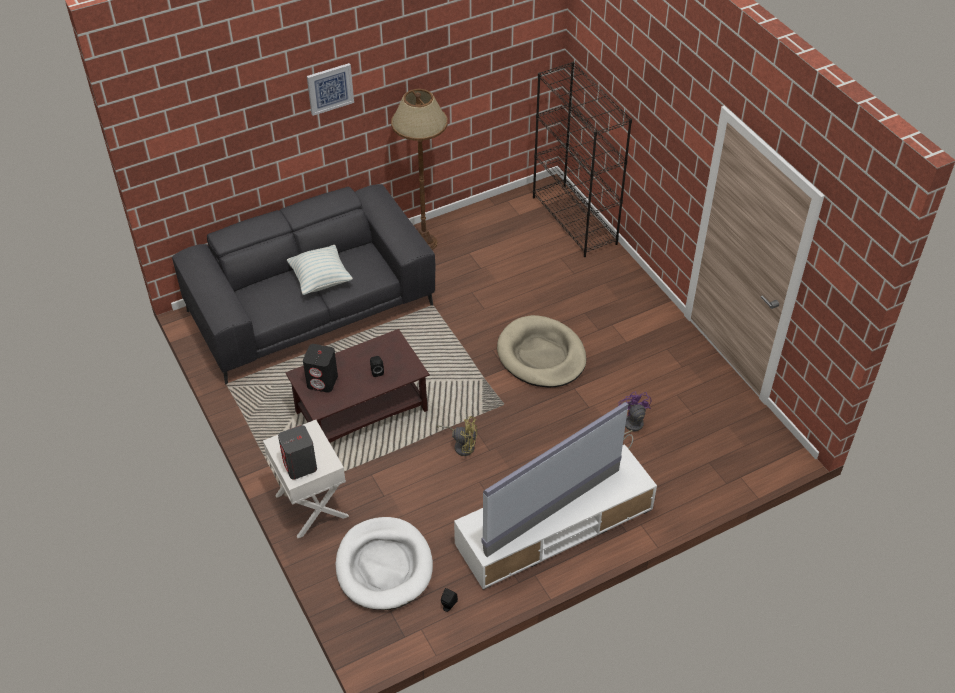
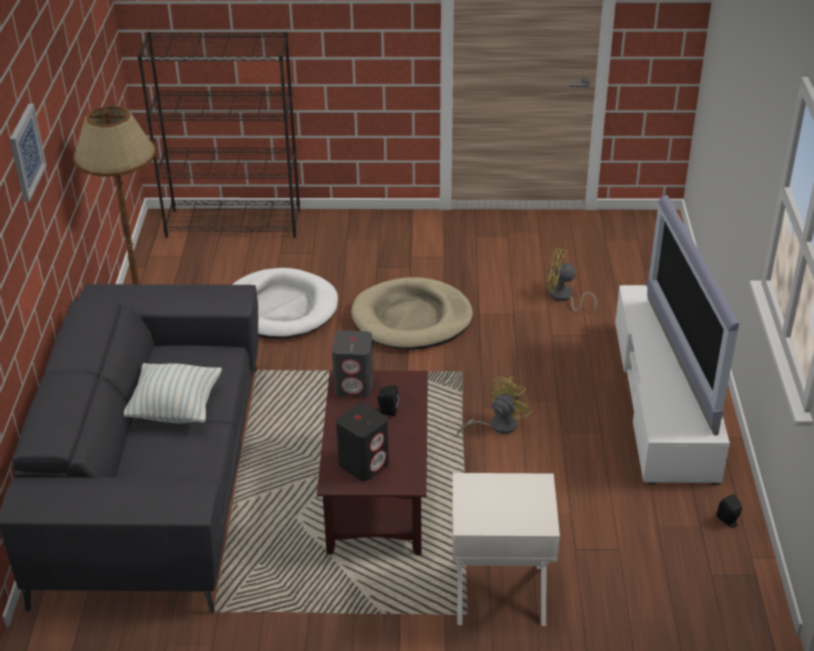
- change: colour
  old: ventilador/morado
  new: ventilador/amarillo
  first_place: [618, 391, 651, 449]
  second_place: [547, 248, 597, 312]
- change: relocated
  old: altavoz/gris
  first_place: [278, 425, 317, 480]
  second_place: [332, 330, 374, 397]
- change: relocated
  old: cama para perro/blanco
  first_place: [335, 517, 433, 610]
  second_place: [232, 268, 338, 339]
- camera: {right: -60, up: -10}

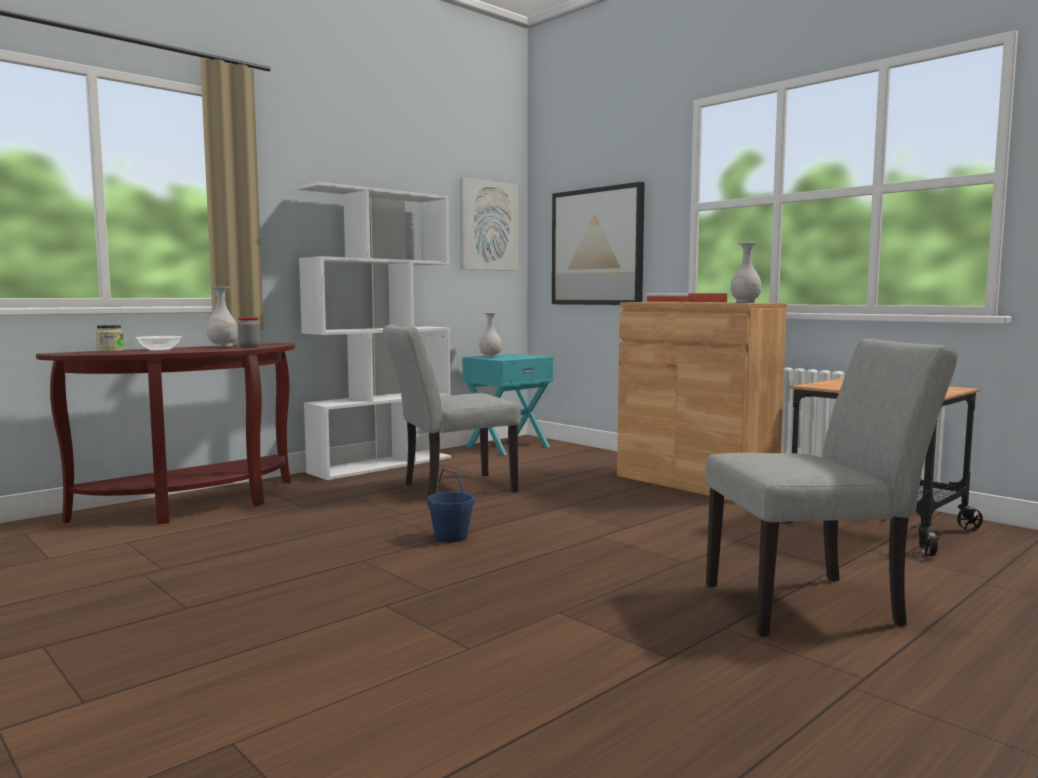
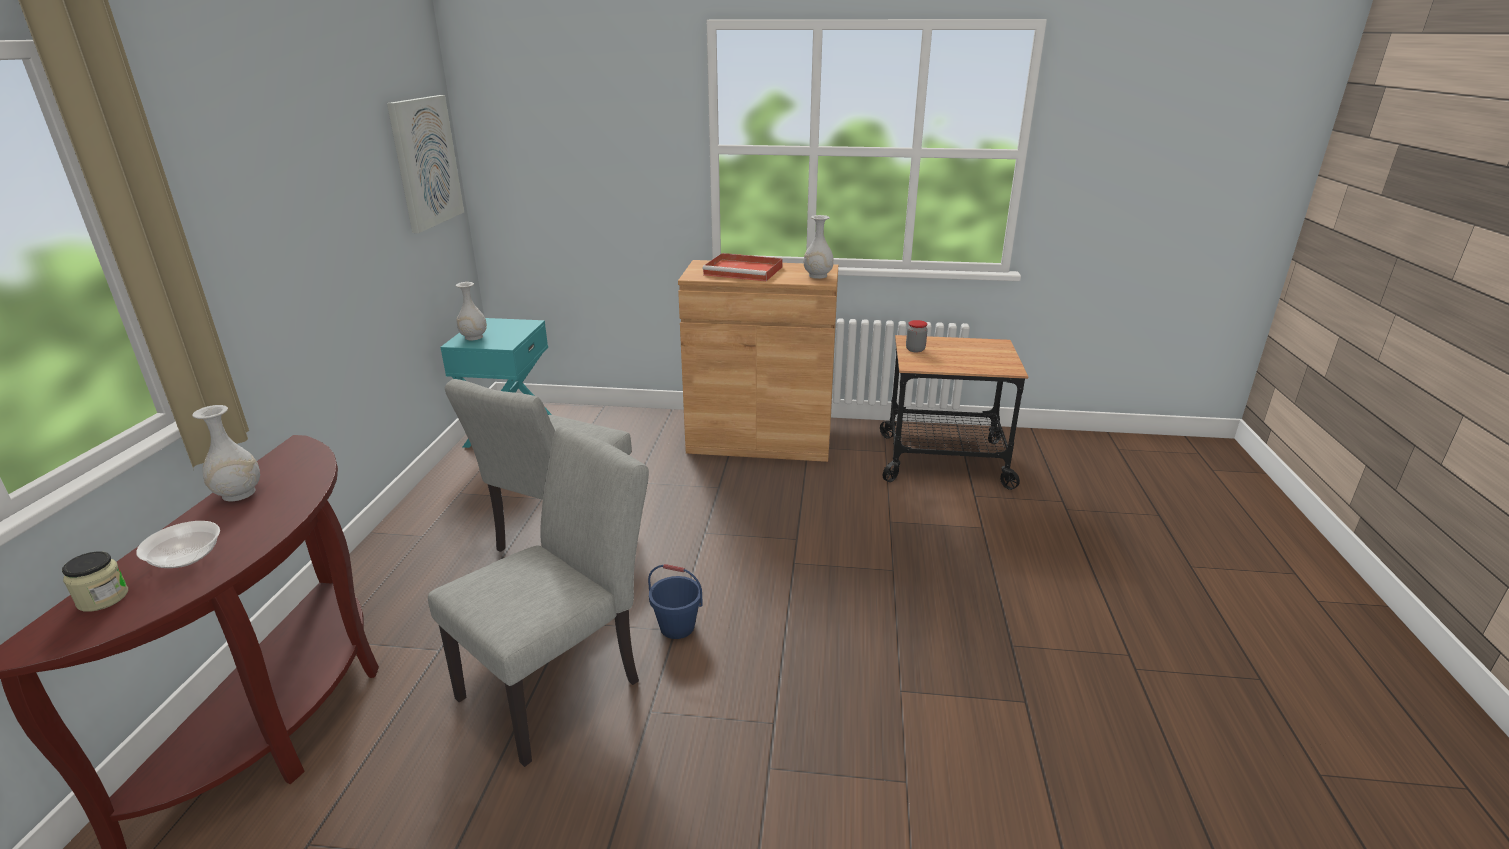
- change: missing
  old: estantería/blanco
  first_place: [297, 182, 451, 480]
- change: missing
  old: cuadro
  first_place: [552, 182, 645, 305]
- change: relocated
  old: tarro
  first_place: [238, 317, 260, 348]
  second_place: [906, 320, 928, 352]
- change: relocated
  old: silla/gris
  first_place: [705, 339, 958, 637]
  second_place: [428, 425, 649, 767]
- camera: {right: -40, up: 20}

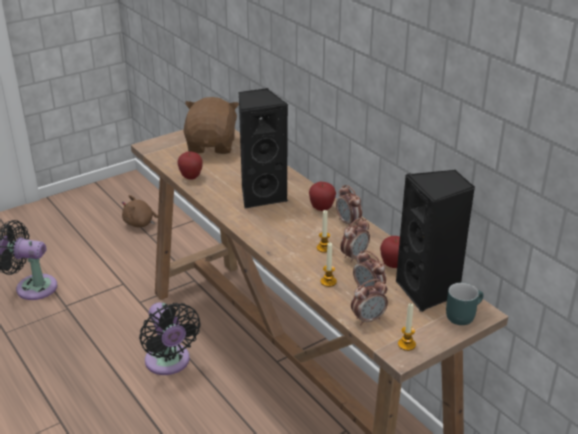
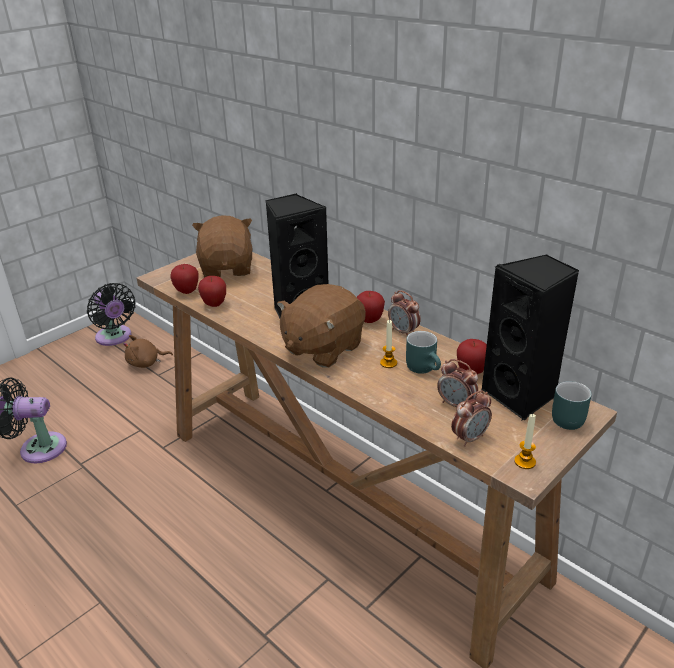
- change: exchanged
  old: despertador
  new: taza grande/turquesa
  first_place: [340, 218, 370, 262]
  second_place: [406, 331, 441, 374]
- change: missing
  old: vela
  first_place: [320, 242, 337, 287]
- change: relocated
  old: ventilador/negro
  first_place: [139, 302, 200, 375]
  second_place: [87, 283, 136, 346]
- change: appeared
  new: manzana
  second_place: [170, 264, 199, 294]
- change: appeared
  new: peluche/marrón
  second_place: [277, 284, 366, 368]
- camera: {right: -10, up: 0}

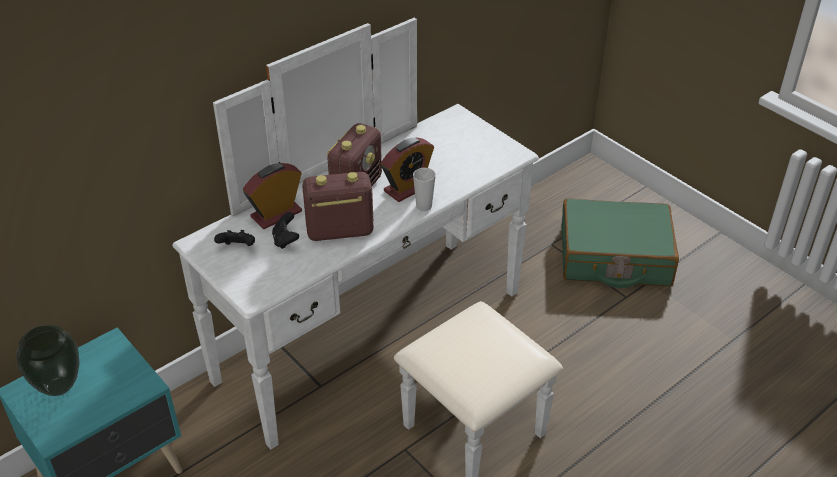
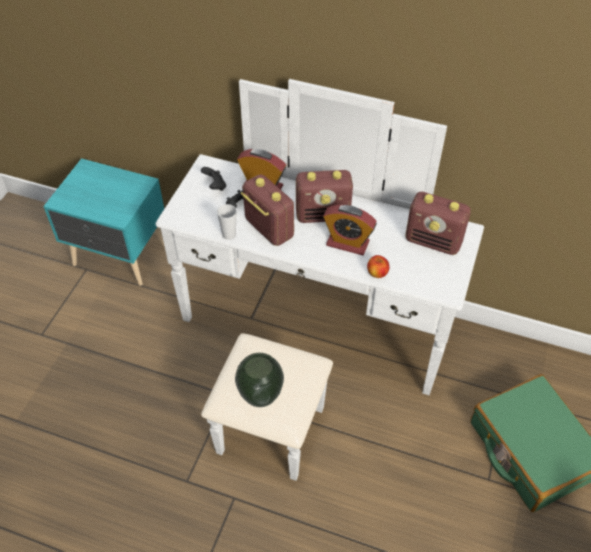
- change: relocated
  old: taza
  first_place: [413, 168, 436, 211]
  second_place: [217, 204, 236, 240]
- change: relocated
  old: florero
  first_place: [16, 325, 80, 396]
  second_place: [235, 353, 284, 407]
- change: appeared
  new: radio
  second_place: [405, 192, 471, 255]
- change: appeared
  new: manzana
  second_place: [367, 255, 390, 278]
- camera: {right: 60, up: 10}

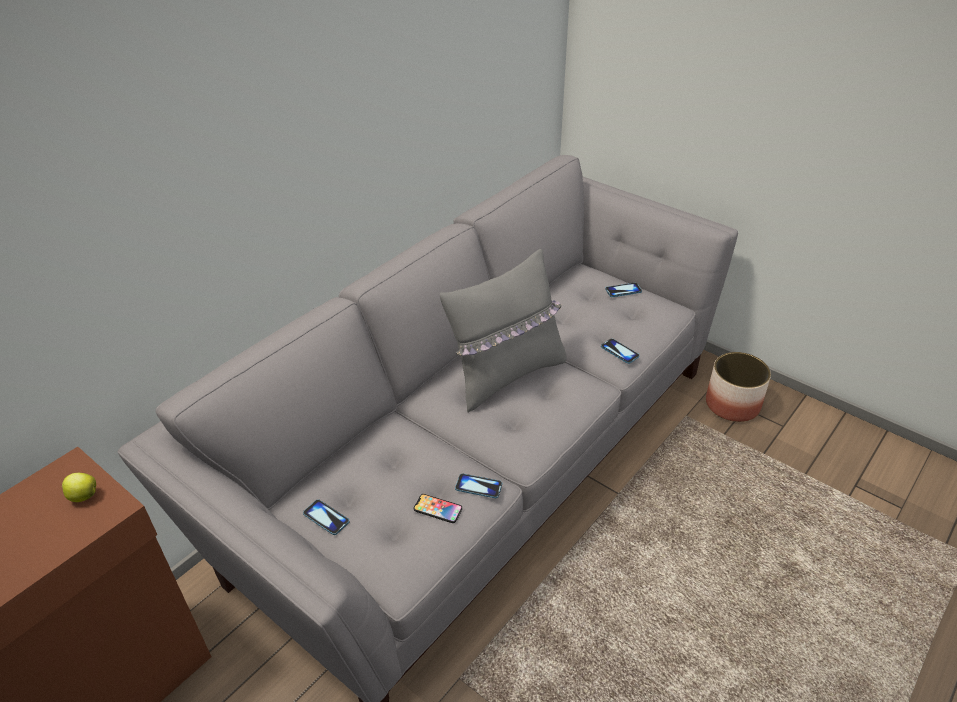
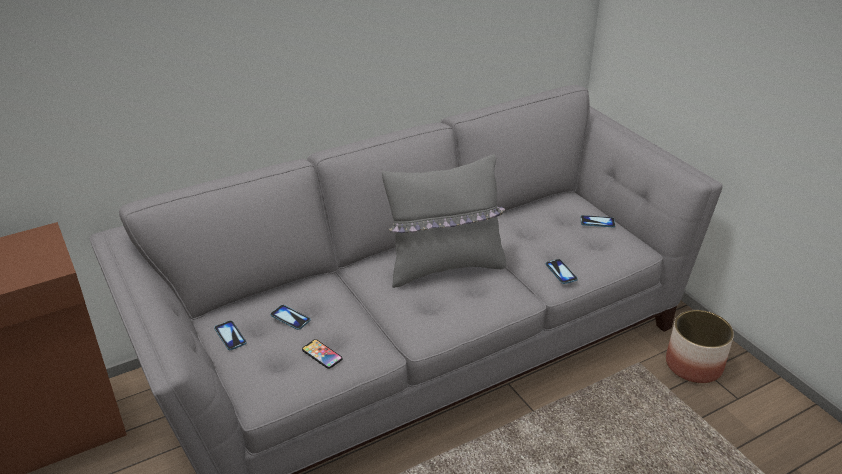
- change: missing
  old: manzana
  first_place: [62, 473, 96, 502]
- change: relocated
  old: móvil
  first_place: [455, 474, 502, 498]
  second_place: [270, 305, 310, 330]
- camera: {right: 20, up: -5}

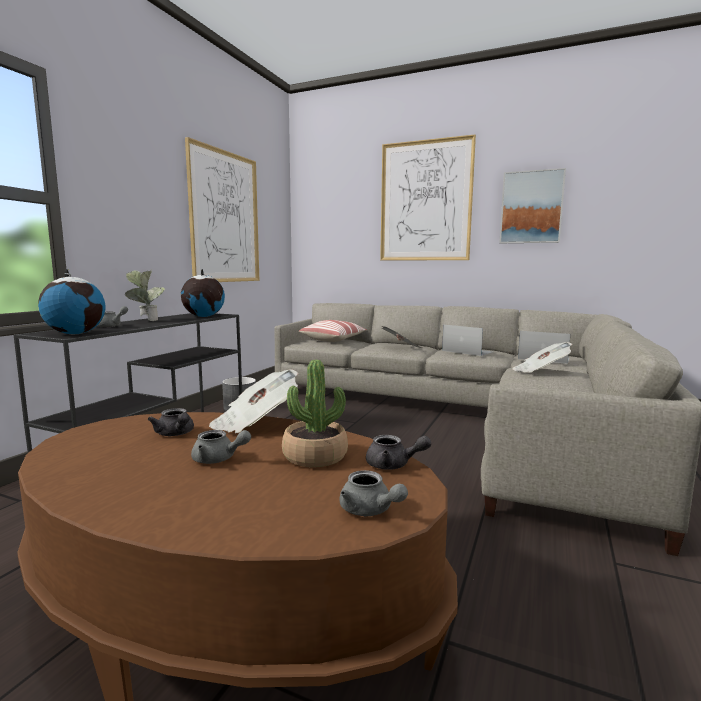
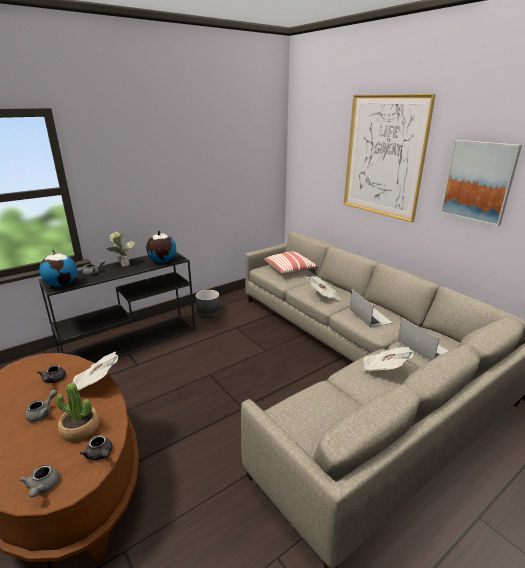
- change: missing
  old: cuadro
  first_place: [185, 137, 259, 282]
- change: spun
  old: tetera/gris
  first_place: [191, 430, 251, 464]
  second_place: [25, 389, 57, 422]
  degrees: -105
- camera: {right: 30, up: 15}

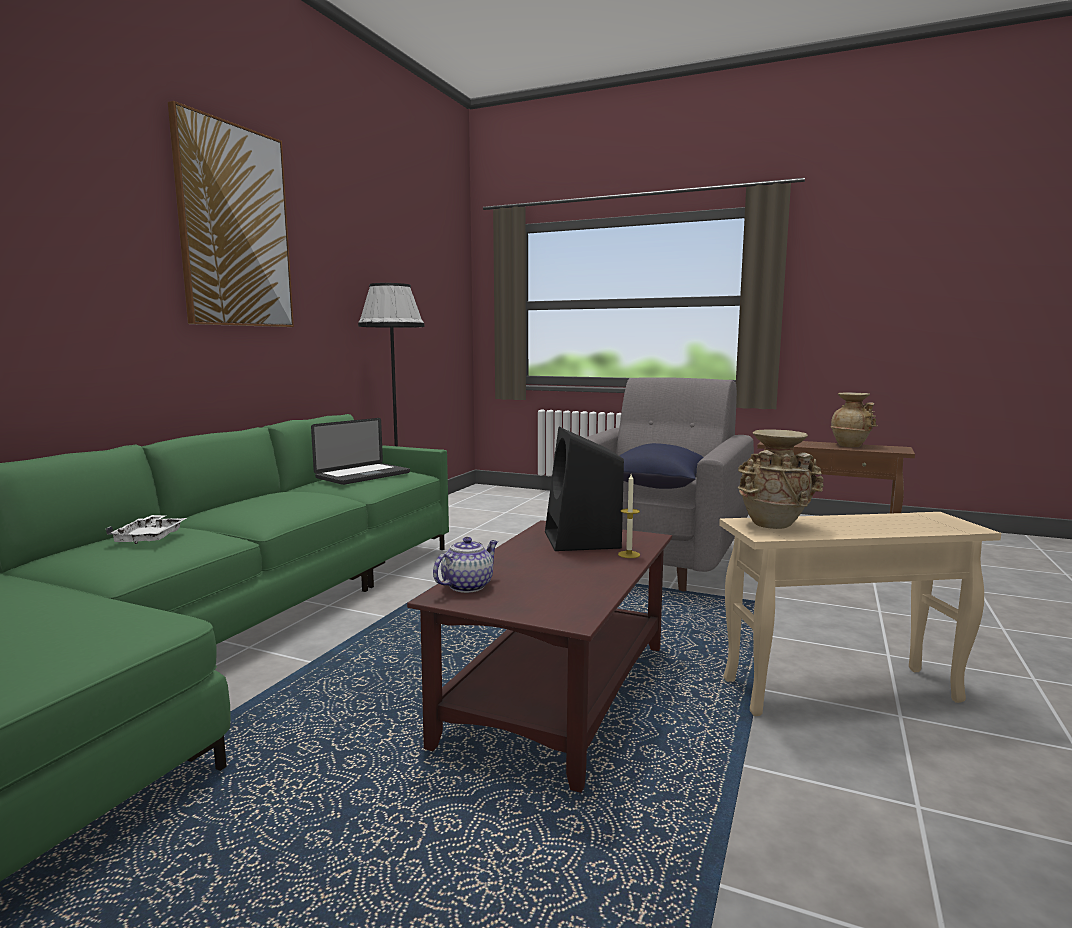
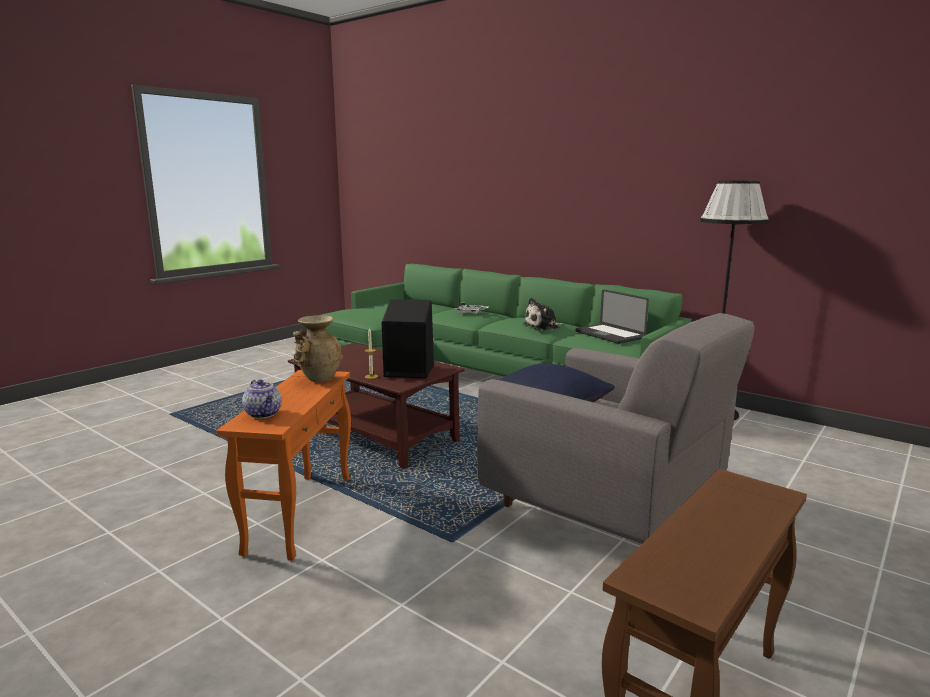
- change: missing
  old: cuadro
  first_place: [168, 101, 294, 327]
- change: missing
  old: florero/beis
  first_place: [831, 392, 877, 447]
- change: colour
  old: mesa auxiliar/beis
  new: mesa auxiliar/naranja
  first_place: [719, 512, 1001, 716]
  second_place: [216, 370, 351, 561]
- change: relocated
  old: tetera
  first_place: [433, 537, 498, 593]
  second_place: [242, 379, 282, 419]
- change: appeared
  new: peluche
  second_place: [523, 298, 563, 330]
- camera: {right: 105, up: 5}

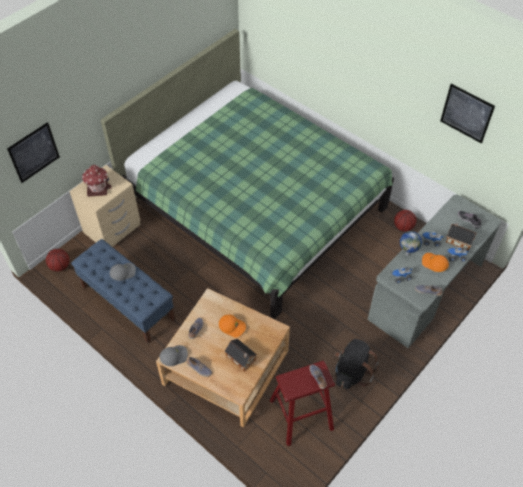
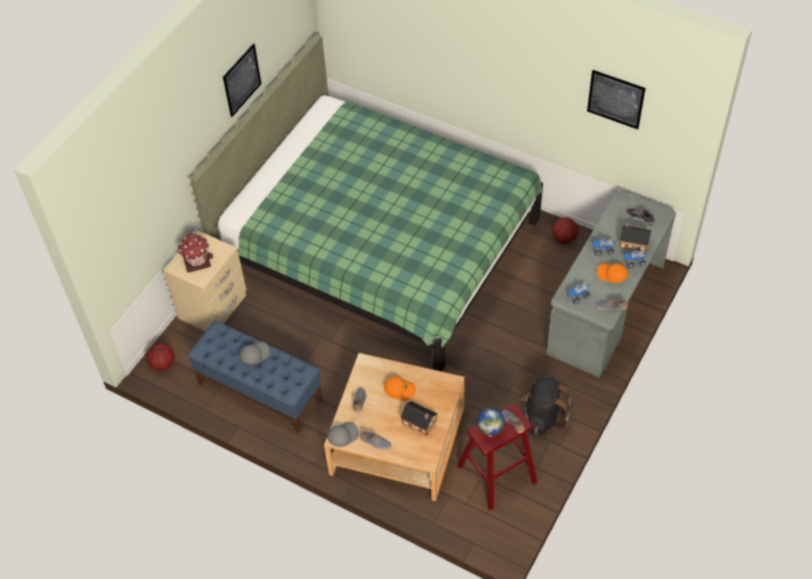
- change: relocated
  old: cuadro
  first_place: [7, 122, 60, 183]
  second_place: [223, 43, 261, 117]
- change: relocated
  old: globo terráqueo
  first_place: [400, 231, 422, 256]
  second_place: [477, 408, 505, 437]
- camera: {right: -10, up: 0}

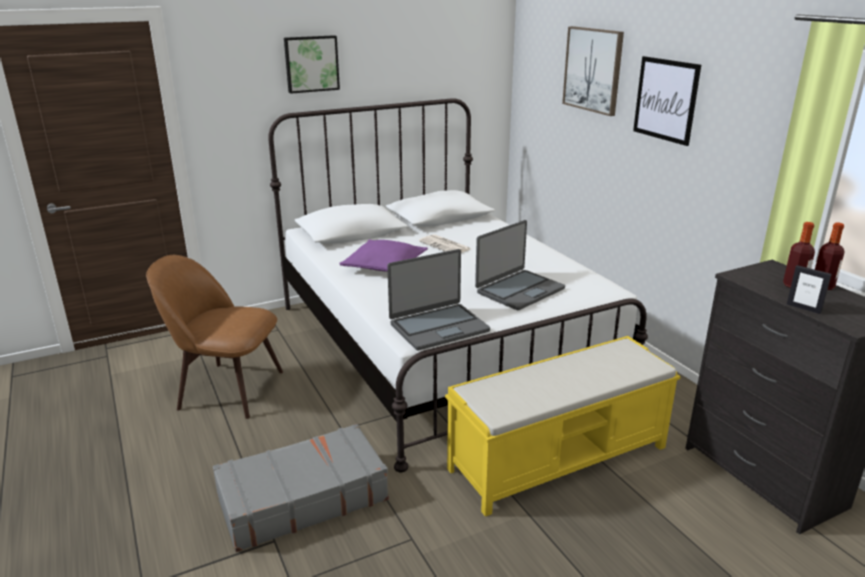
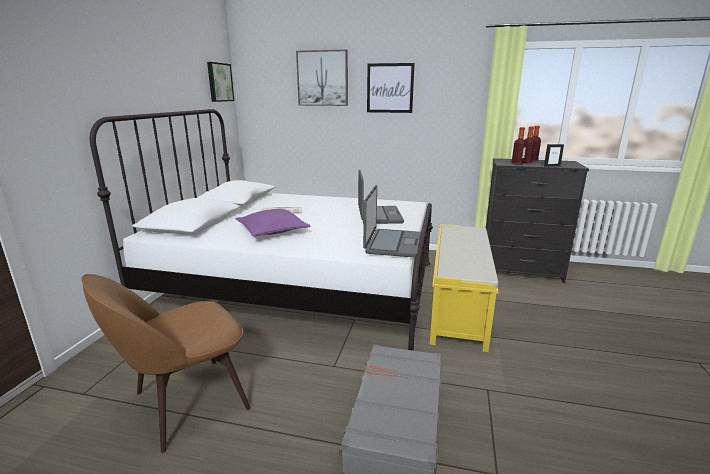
- change: relocated
  old: cuadro
  first_place: [284, 35, 340, 94]
  second_place: [207, 62, 234, 102]
- change: appeared
  new: botella
  second_place: [512, 127, 526, 165]
- camera: {right: -50, up: -5}

